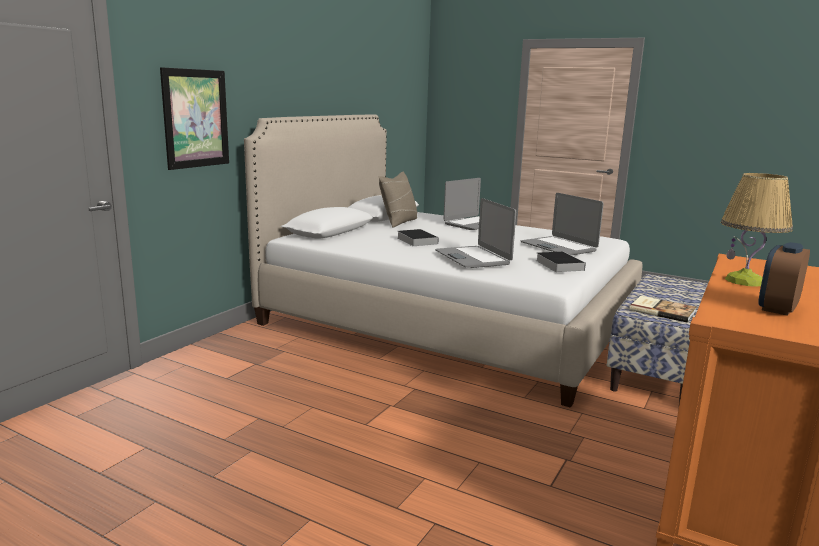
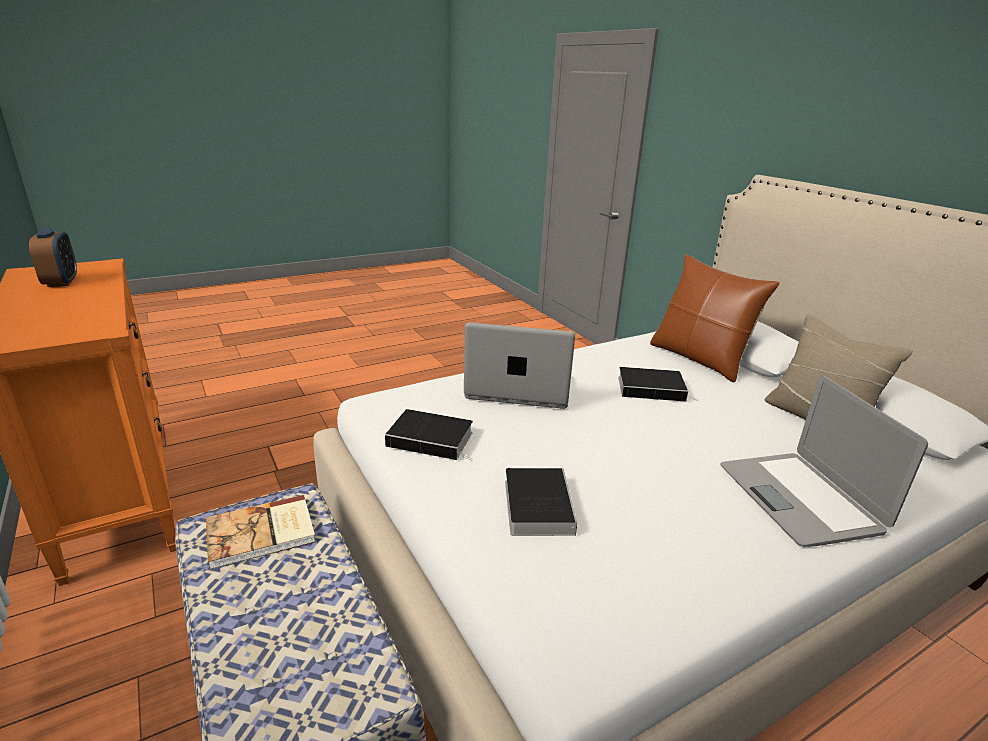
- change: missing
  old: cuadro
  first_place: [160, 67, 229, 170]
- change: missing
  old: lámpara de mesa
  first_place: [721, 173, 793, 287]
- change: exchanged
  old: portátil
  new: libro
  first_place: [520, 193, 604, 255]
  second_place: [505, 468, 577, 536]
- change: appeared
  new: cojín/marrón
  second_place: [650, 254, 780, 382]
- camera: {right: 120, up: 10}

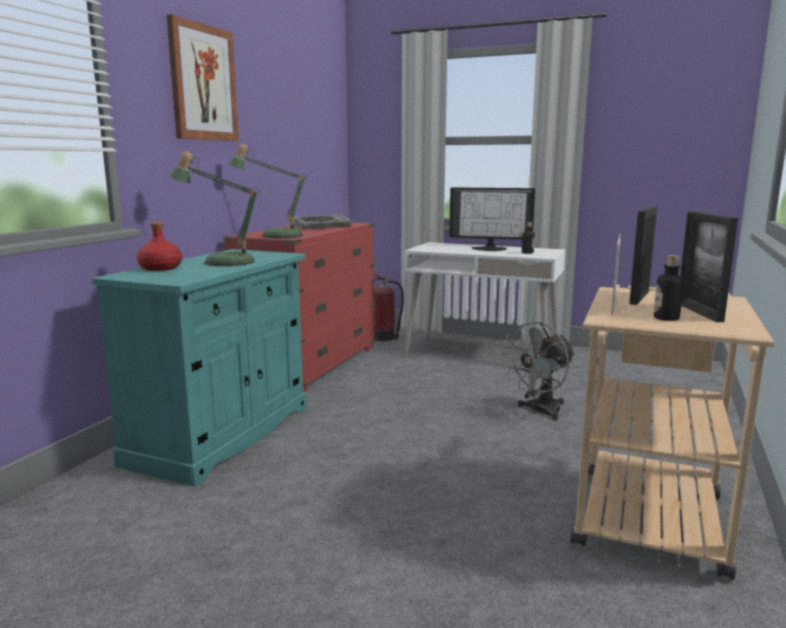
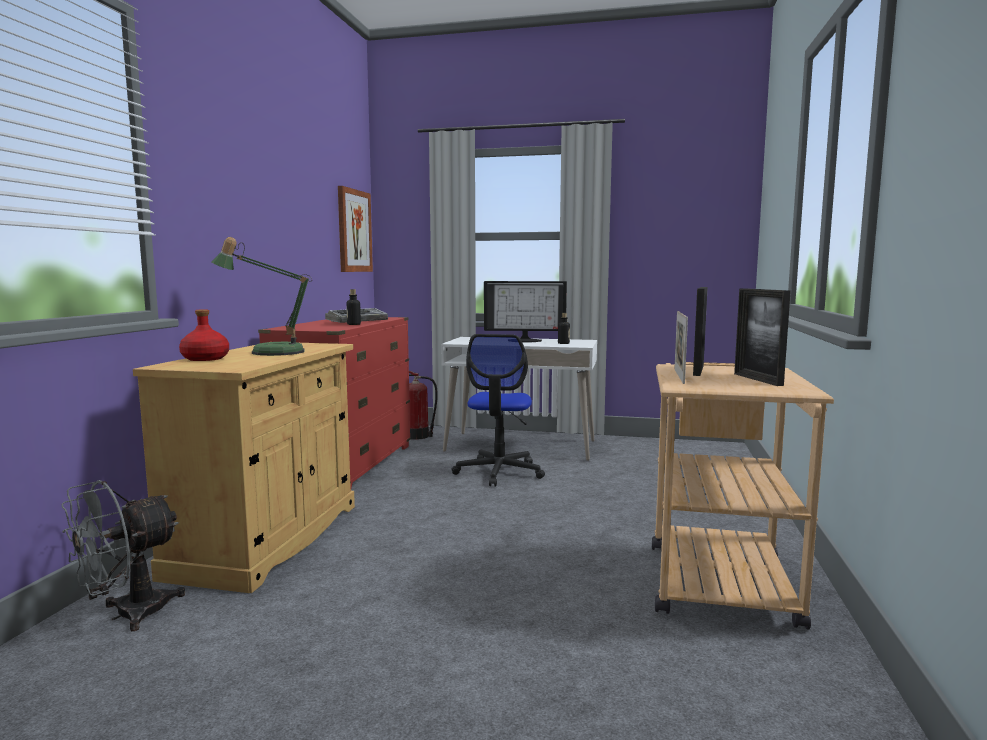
- change: relocated
  old: cuadro
  first_place: [166, 14, 239, 141]
  second_place: [338, 186, 373, 272]
- change: missing
  old: lámpara de mesa
  first_place: [228, 144, 308, 238]
- change: colour
  old: armario/turquesa
  new: armario/beis
  first_place: [92, 249, 307, 486]
  second_place: [133, 343, 355, 593]
- change: relocated
  old: botella
  first_place: [654, 255, 684, 321]
  second_place: [346, 289, 361, 325]
- change: relocated
  old: ventilador/gris
  first_place: [501, 322, 575, 421]
  second_place: [61, 480, 185, 631]
- change: appeared
  new: silla de oficina
  second_place: [451, 334, 545, 487]
- camera: {right: -10, up: -5}

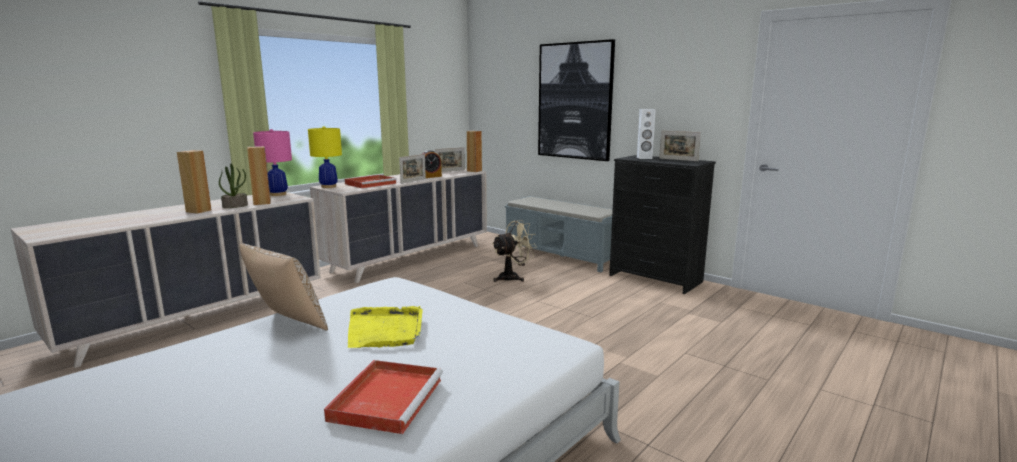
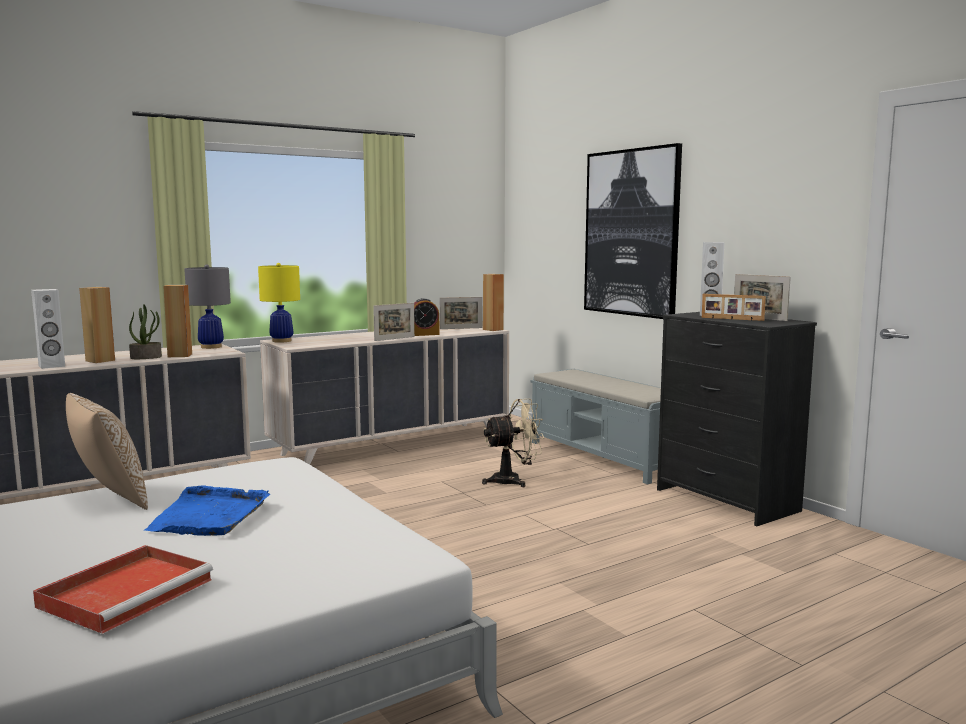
- change: colour
  old: lámpara de mesa/rosa
  new: lámpara de mesa/gris
  first_place: [253, 129, 292, 196]
  second_place: [184, 264, 231, 349]
- change: missing
  old: bandeja/rojo
  first_place: [345, 175, 397, 188]
- change: colour
  old: bandeja/amarillo
  new: bandeja/azul
  first_place: [348, 306, 423, 348]
  second_place: [144, 485, 270, 536]
- change: appeared
  new: altavoz/blanco
  second_place: [31, 289, 65, 369]
- change: appeared
  new: portarretratos
  second_place: [702, 294, 766, 321]
- camera: {right: 15, up: -5}

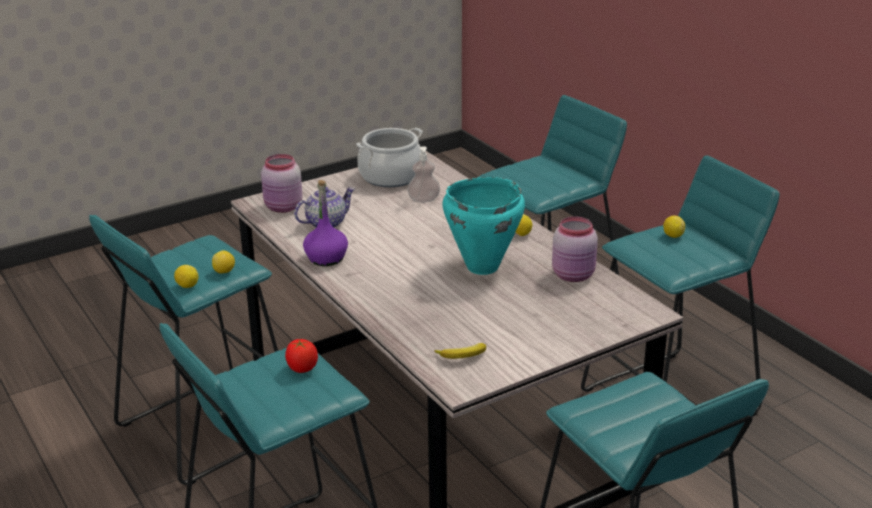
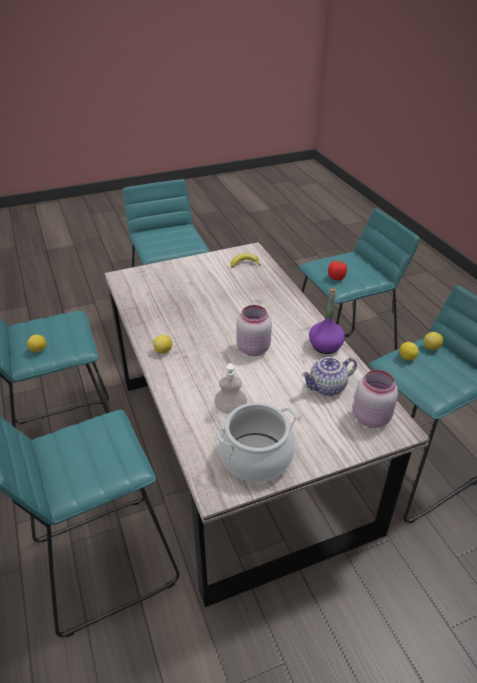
- change: missing
  old: olla/turquesa
  first_place: [442, 177, 525, 275]
- change: relocated
  old: tarro/rosa
  first_place: [552, 216, 598, 282]
  second_place: [237, 305, 272, 356]
- camera: {right: -170, up: 10}

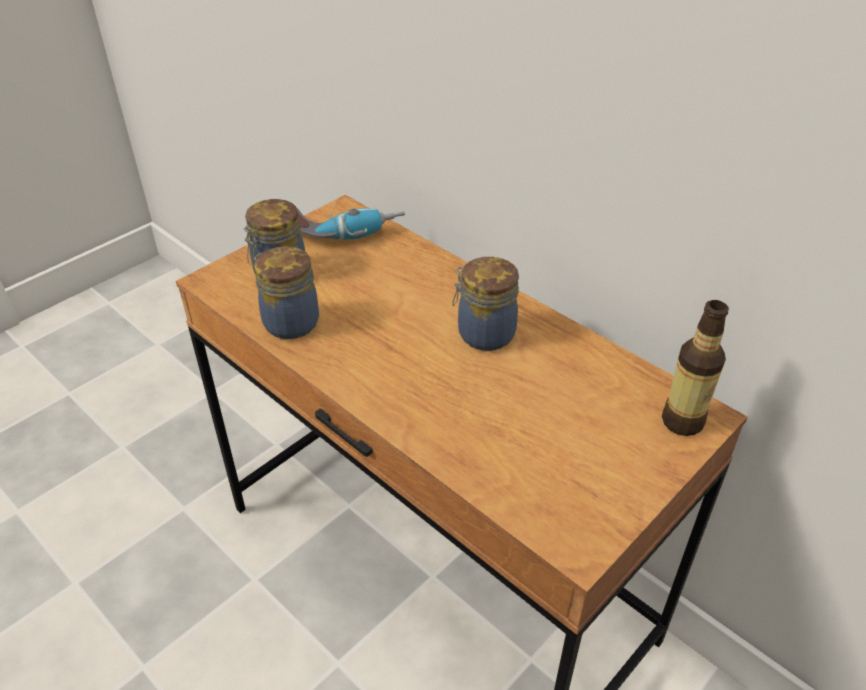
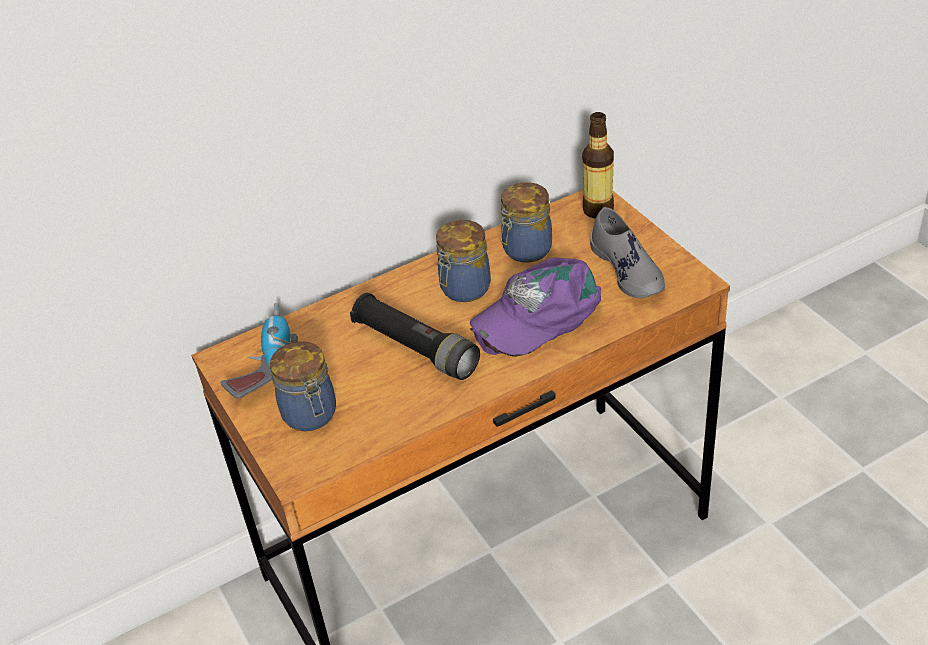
- change: relocated
  old: tarro
  first_place: [254, 246, 319, 339]
  second_place: [500, 182, 552, 262]
- change: appeared
  new: zapato/gris
  second_place: [590, 207, 665, 298]
- change: appeared
  new: gorra/morado
  second_place: [470, 258, 601, 357]
- change: appeared
  new: linterna/negro
  second_place: [350, 293, 480, 380]
- camera: {right: -70, up: 0}

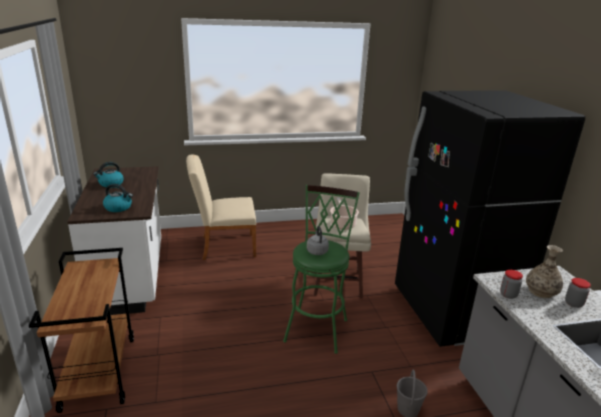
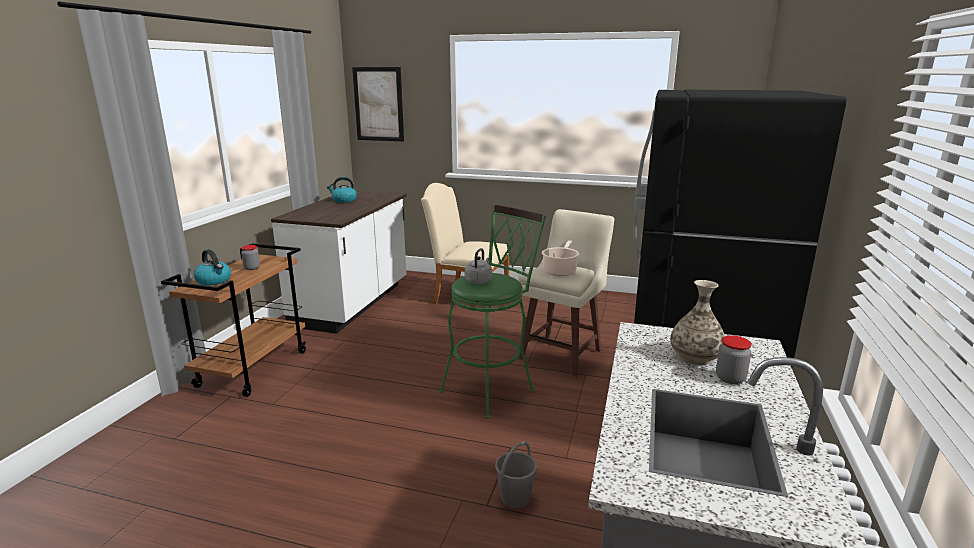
- change: relocated
  old: hervidor
  first_place: [103, 184, 133, 212]
  second_place: [194, 249, 231, 285]
- change: relocated
  old: tarro
  first_place: [500, 270, 523, 299]
  second_place: [241, 245, 260, 270]
- change: appeared
  new: cuadro
  second_place: [352, 67, 404, 141]
- camera: {right: 30, up: -5}

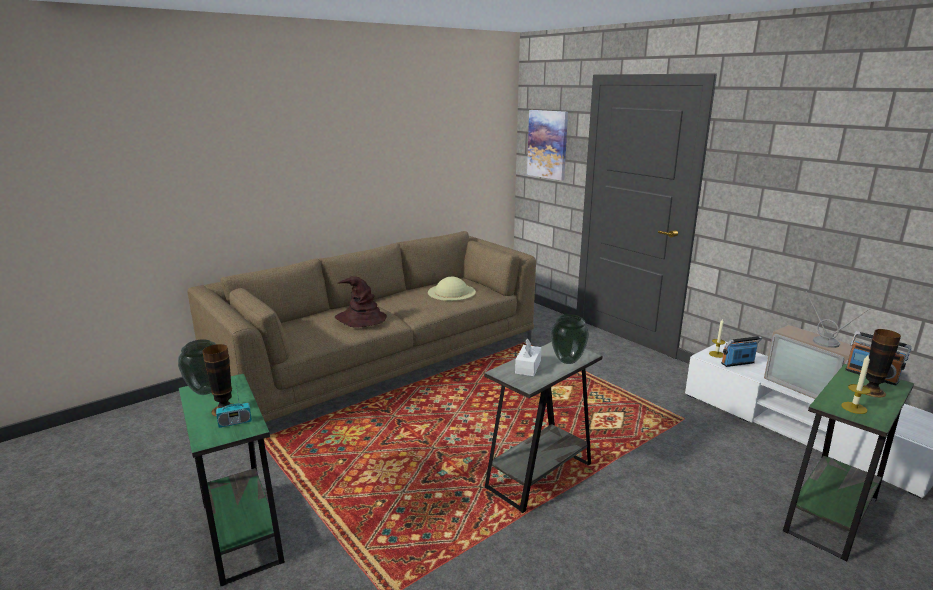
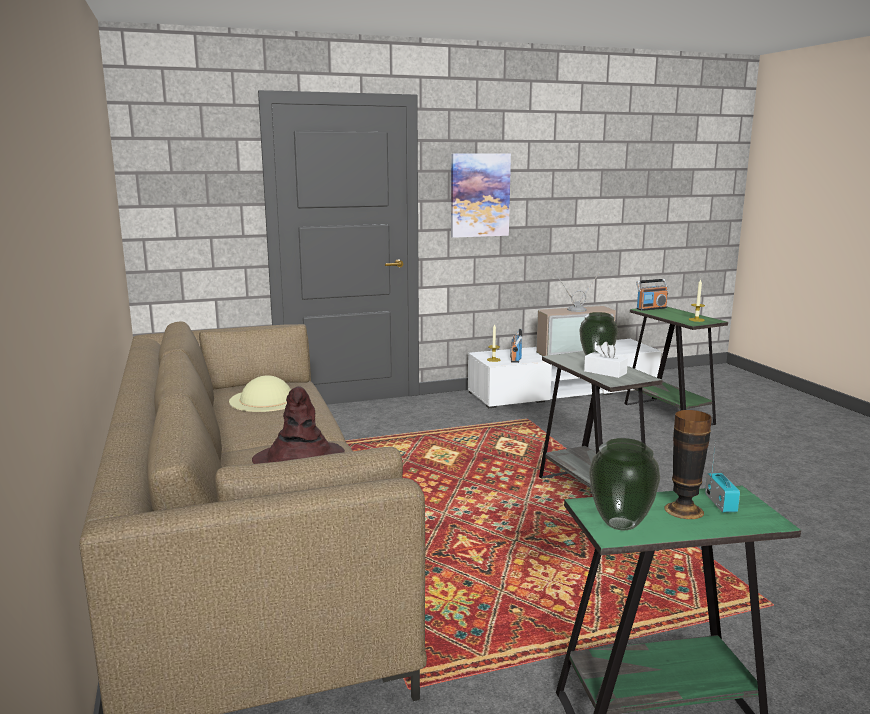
- change: relocated
  old: cuadro
  first_place: [527, 110, 568, 181]
  second_place: [451, 153, 511, 238]
- change: missing
  old: florero
  first_place: [864, 329, 901, 398]
- camera: {right: -70, up: -5}

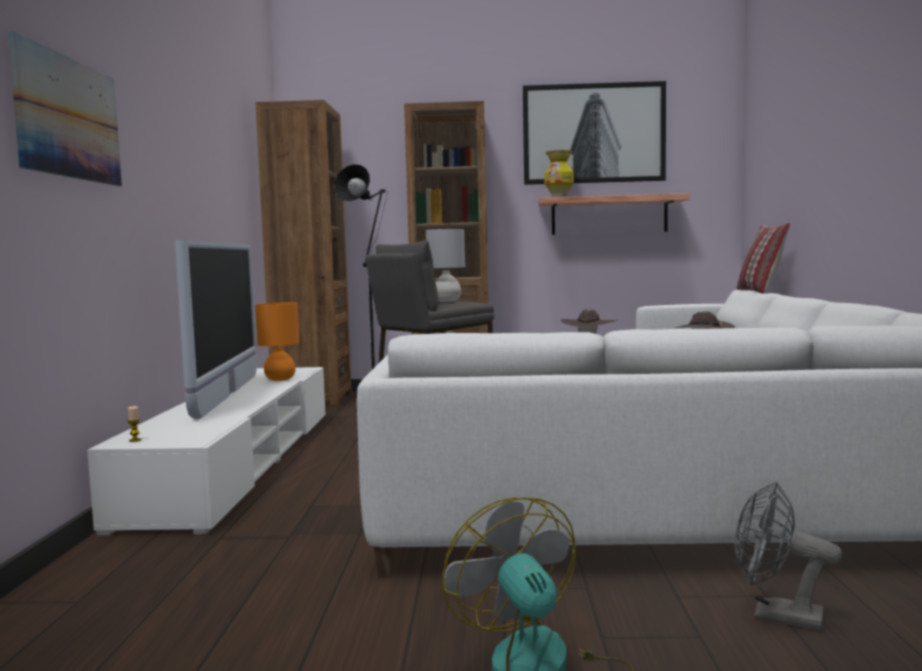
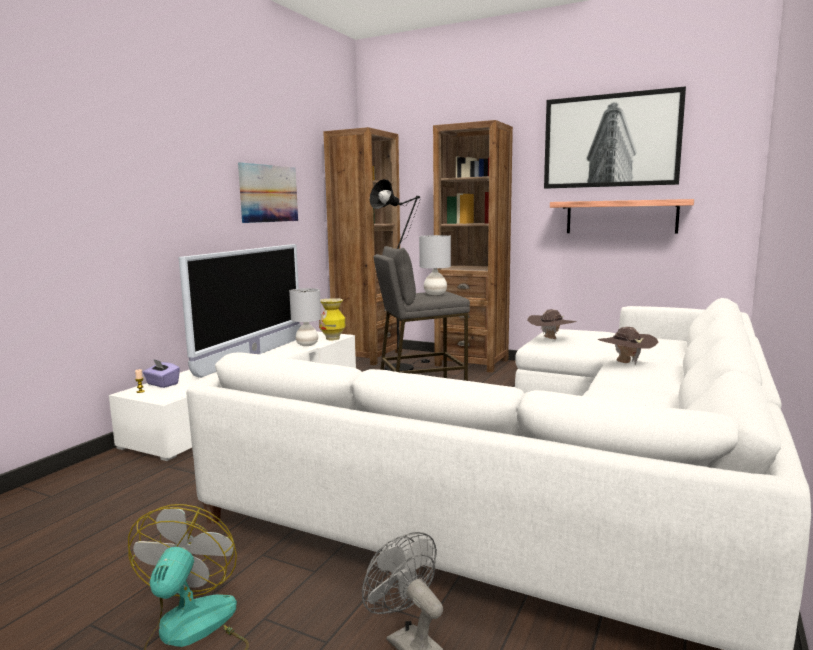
- change: relocated
  old: cuadro
  first_place: [8, 31, 122, 186]
  second_place: [238, 162, 298, 223]
- change: relocated
  old: florero
  first_place: [544, 150, 574, 197]
  second_place: [319, 298, 345, 340]
- change: missing
  old: cojín
  first_place: [737, 223, 791, 294]
- change: colour
  old: lámpara de mesa/naranja
  new: lámpara de mesa/gris
  first_place: [255, 303, 299, 381]
  second_place: [289, 288, 321, 346]
- change: appeared
  new: caja de pañuelos/morado
  second_place: [143, 359, 180, 388]
- camera: {right: 25, up: 5}

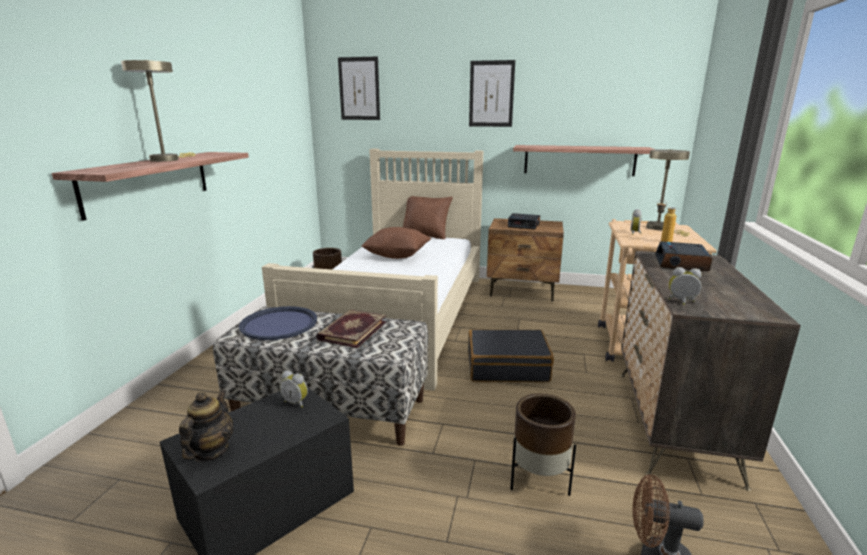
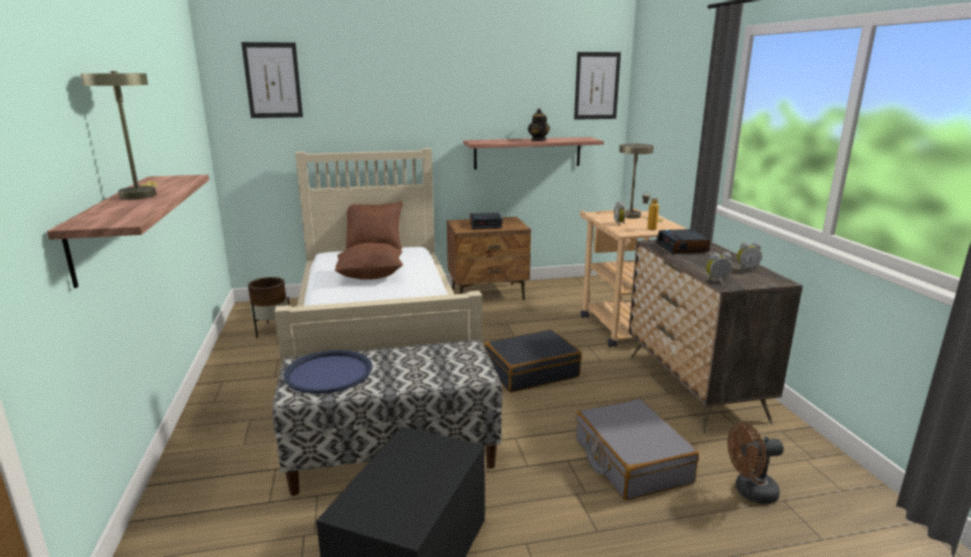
- change: relocated
  old: cuadro
  first_place: [469, 60, 515, 127]
  second_place: [574, 52, 621, 120]
- change: missing
  old: libro
  first_place: [316, 310, 386, 348]
- change: relocated
  old: despertador
  first_place: [279, 370, 308, 408]
  second_place: [737, 242, 762, 270]
- change: relocated
  old: tetera
  first_place: [179, 389, 233, 462]
  second_place: [528, 108, 550, 141]
- change: exchanged
  old: maceta/marrón
  new: maleta/gris
  first_place: [510, 393, 576, 496]
  second_place: [576, 399, 699, 500]
- camera: {right: -25, up: 0}

